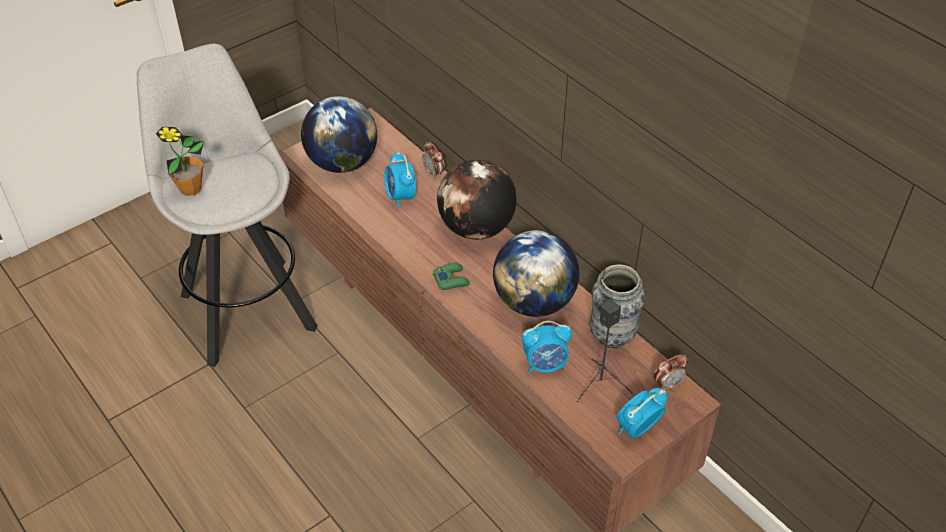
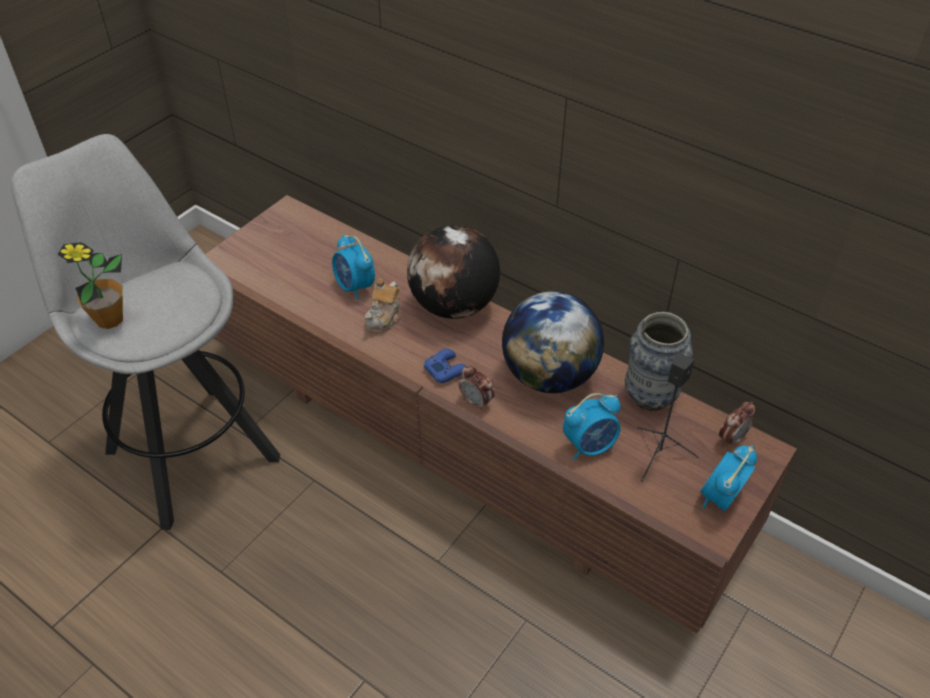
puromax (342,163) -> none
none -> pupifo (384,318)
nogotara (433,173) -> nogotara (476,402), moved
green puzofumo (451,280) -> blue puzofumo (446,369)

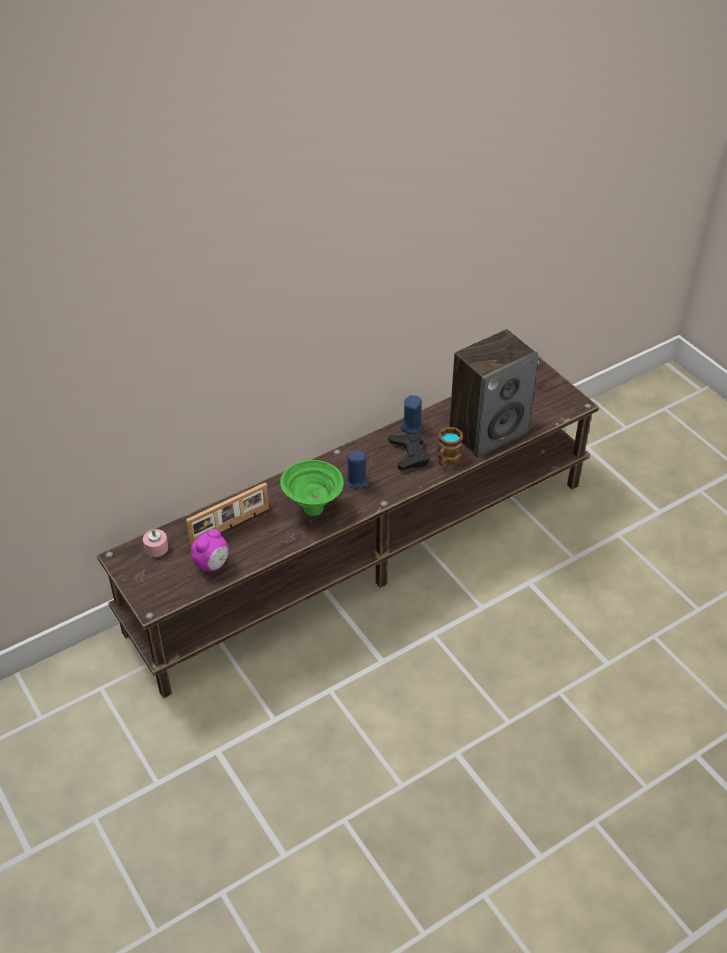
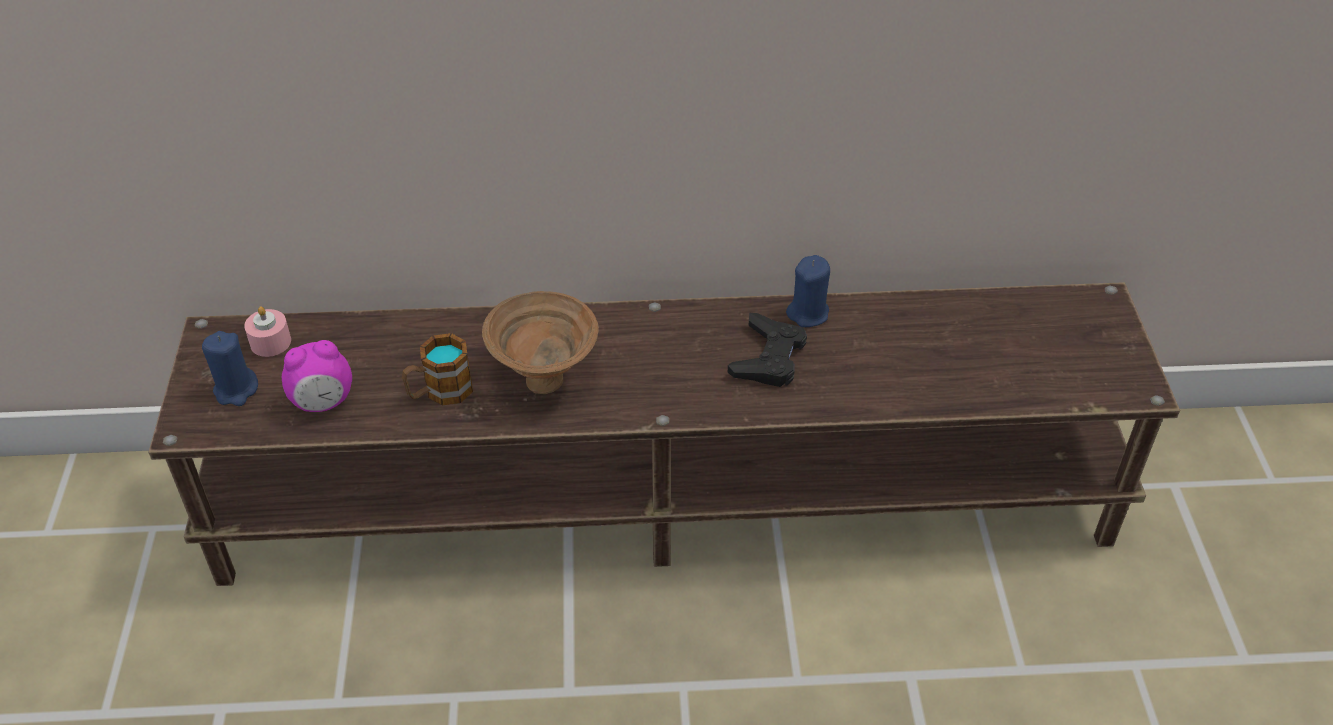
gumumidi (230,527) -> none
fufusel (488,431) -> none
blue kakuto (357,481) -> blue kakuto (236,390), moved
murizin (447,459) -> murizin (439,392), moved
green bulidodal (312,508) -> brown bulidodal (543,379)

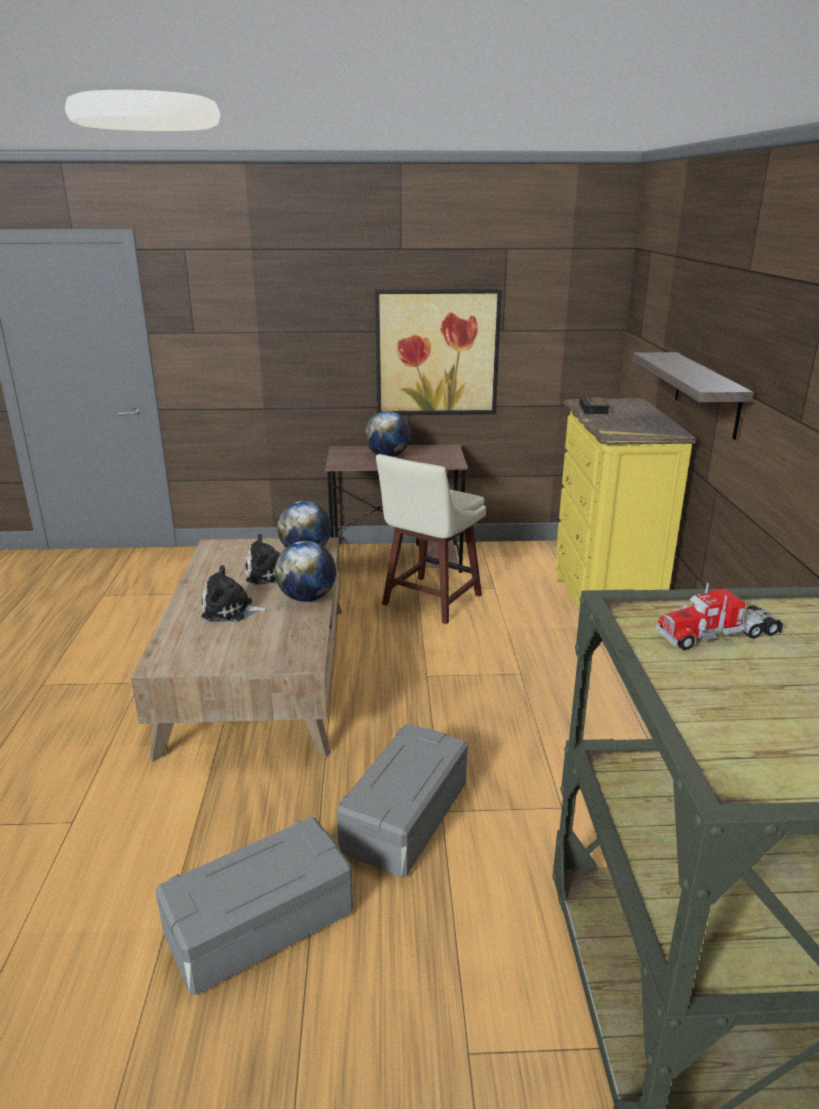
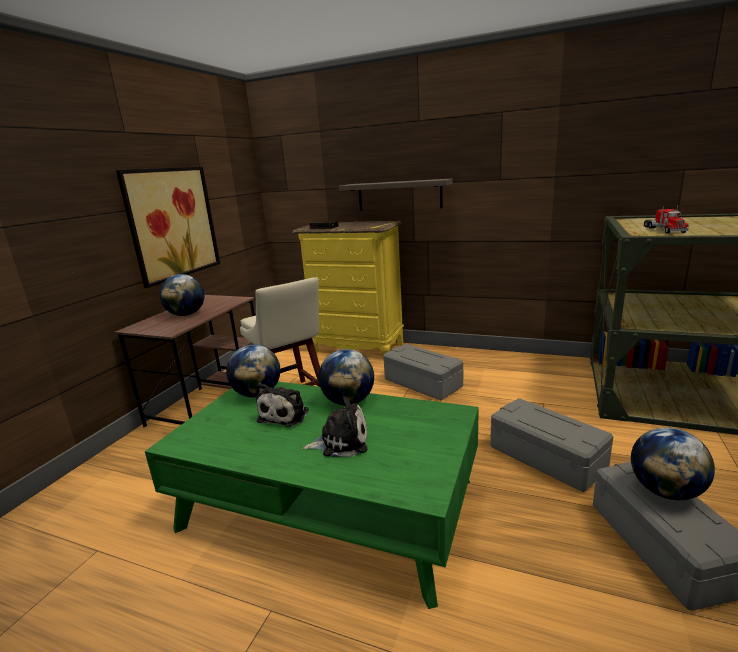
none -> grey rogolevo (422,383)
none -> puromax (665,491)
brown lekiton (259,675) -> green lekiton (328,505)
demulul (231,611) -> demulul (341,441), 120 degrees counterclockwise

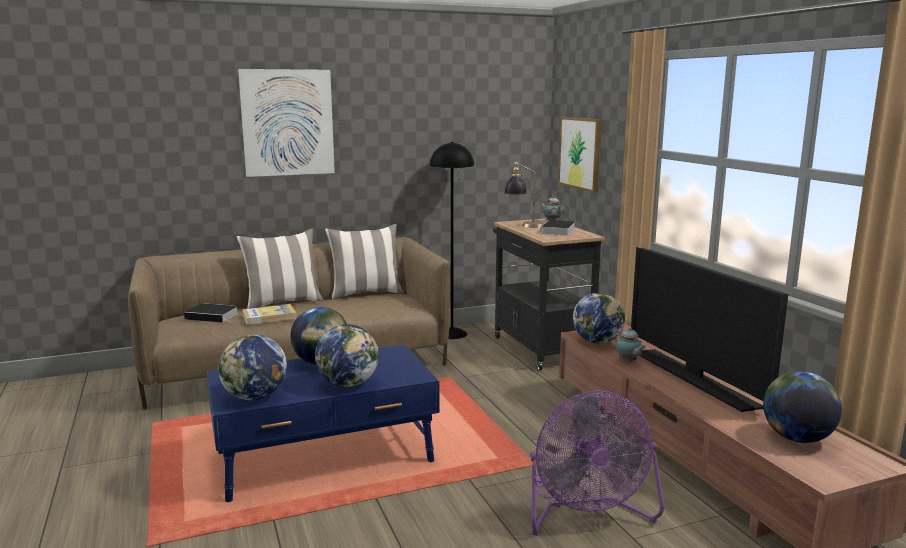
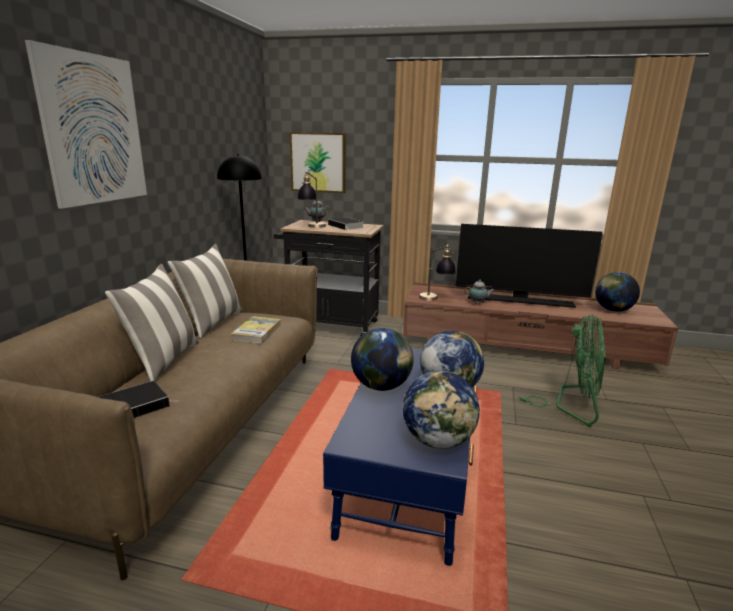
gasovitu (269,317) -> gasovitu (257,332), moved
puromax (597,342) -> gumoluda (435,299)
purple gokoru (582,513) -> green gokoru (571,402)

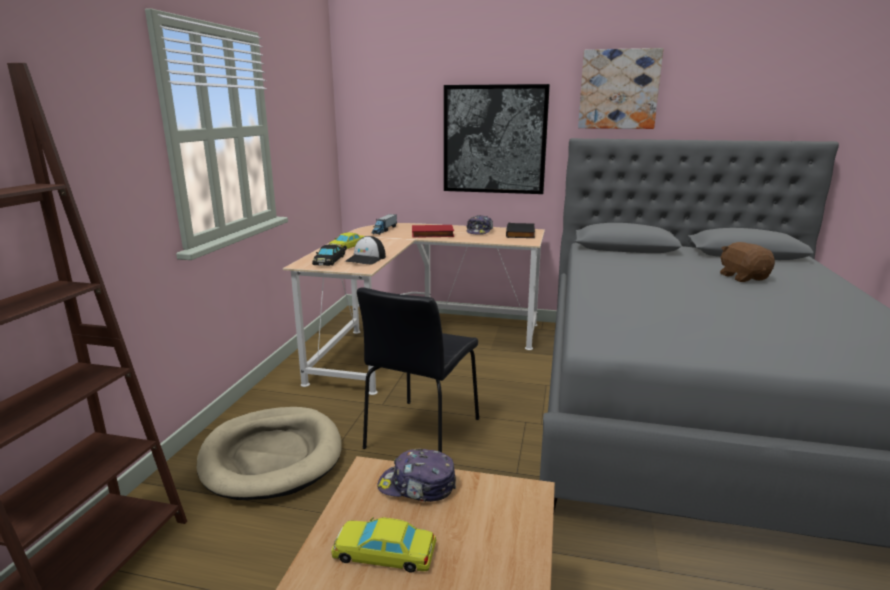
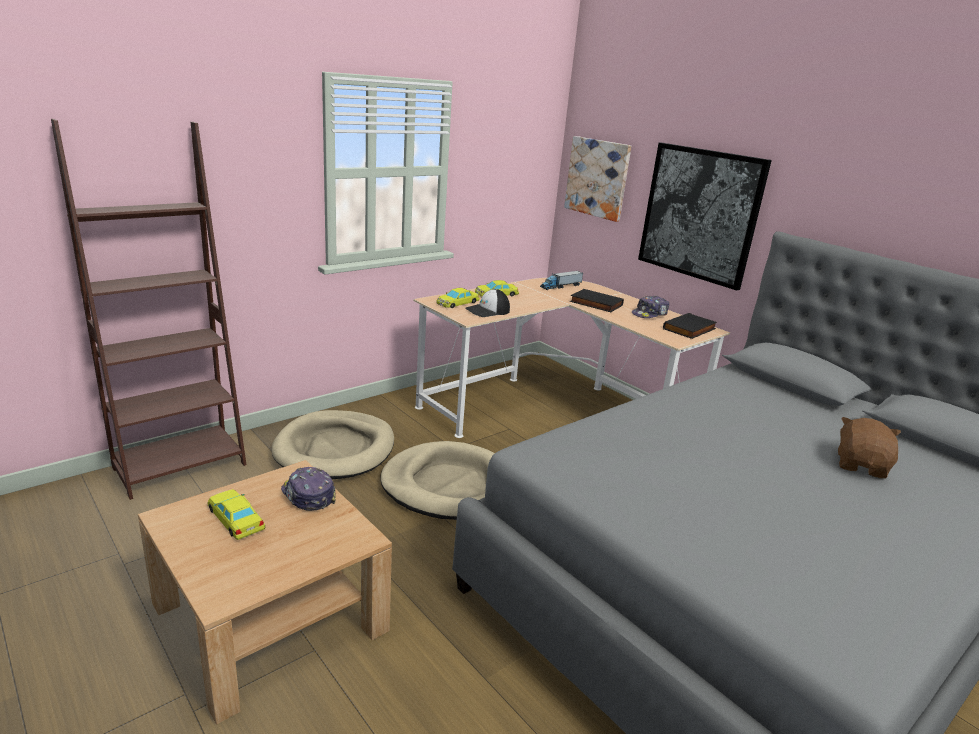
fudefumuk (618,89) -> fudefumuk (597,178), moved
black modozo (421,435) -> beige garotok (449,485)
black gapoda (329,260) -> yellow gapoda (457,303)
red gasovitu (432,234) -> black gasovitu (595,304)

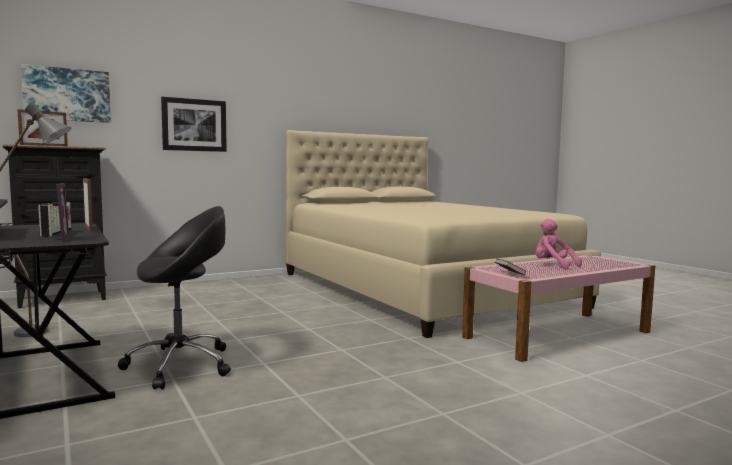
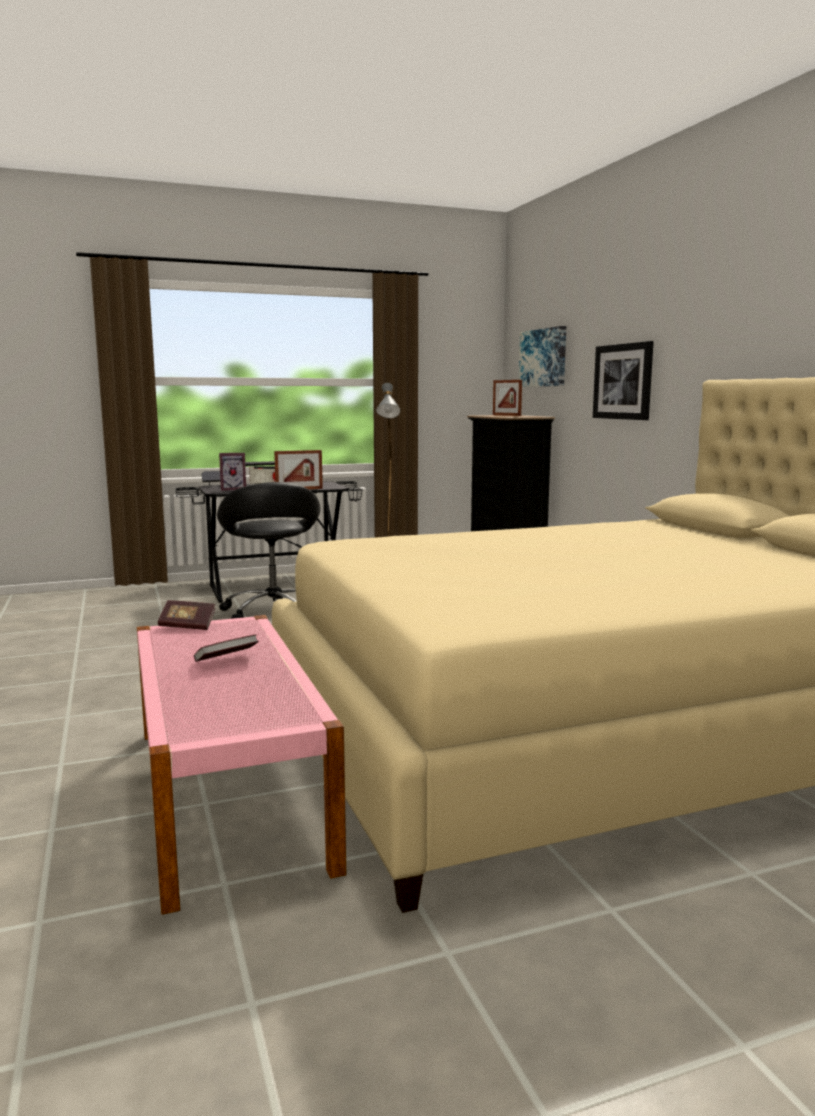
pink demulul (553,265) -> gasovitu (226,660)

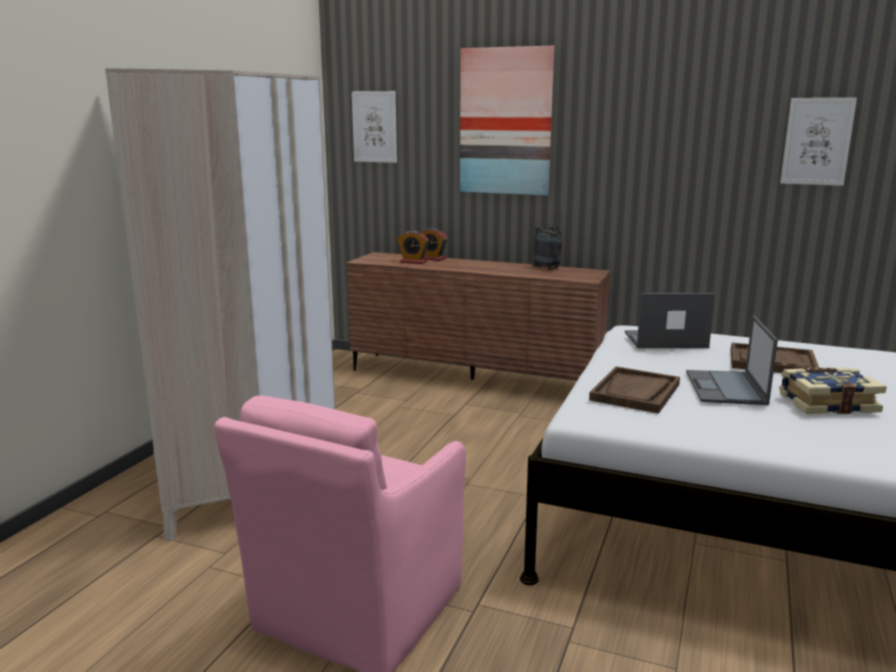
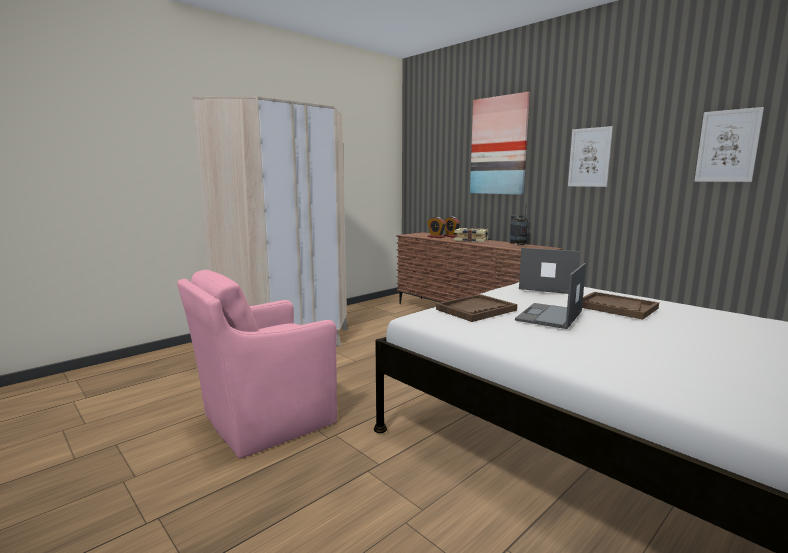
fudefumuk (374,127) -> fudefumuk (589,157), moved
gasovitu (827,403) -> gasovitu (471,240), moved

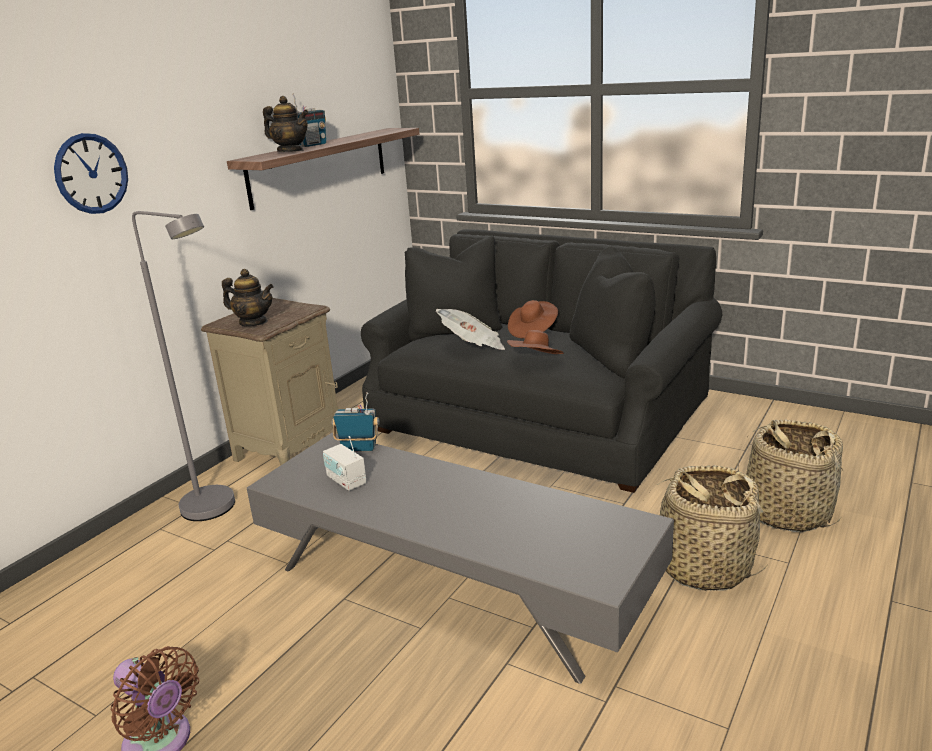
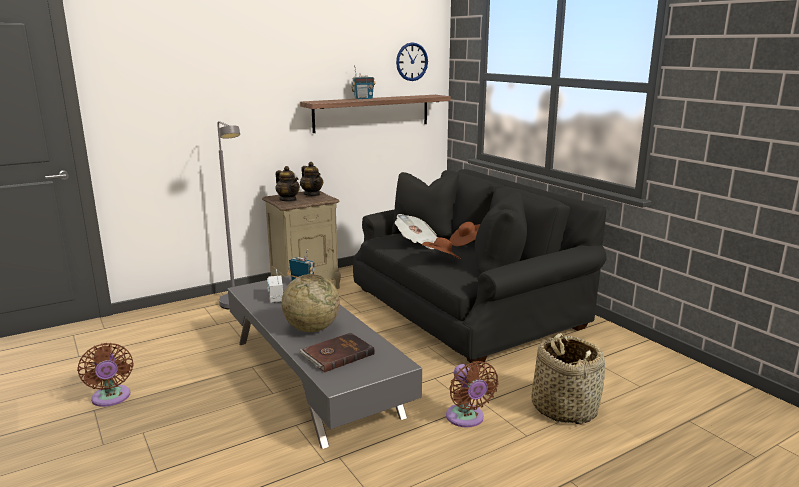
none -> puromax (311,329)
none -> brown gasovitu (337,354)
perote (91,174) -> perote (411,61), moved
pupifo (290,151) -> pupifo (312,194), moved
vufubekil (703,567) -> brown gokoru (466,418)

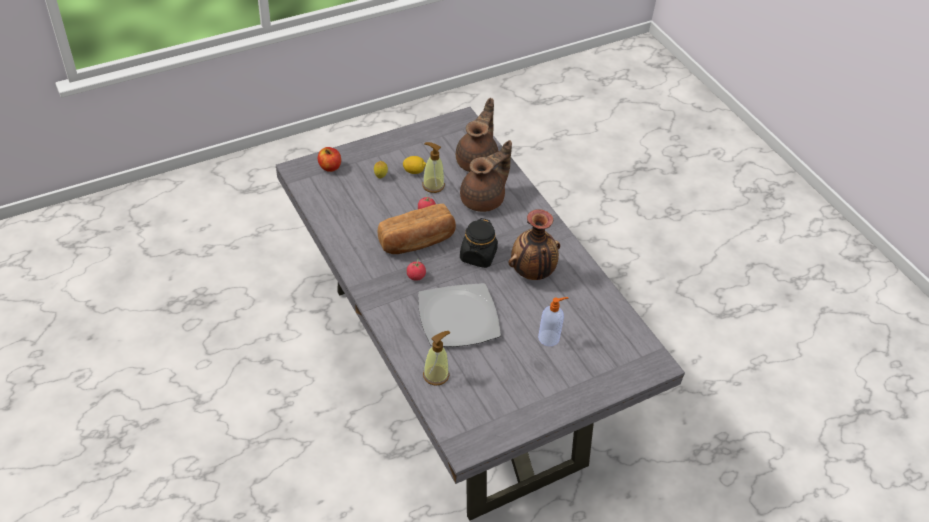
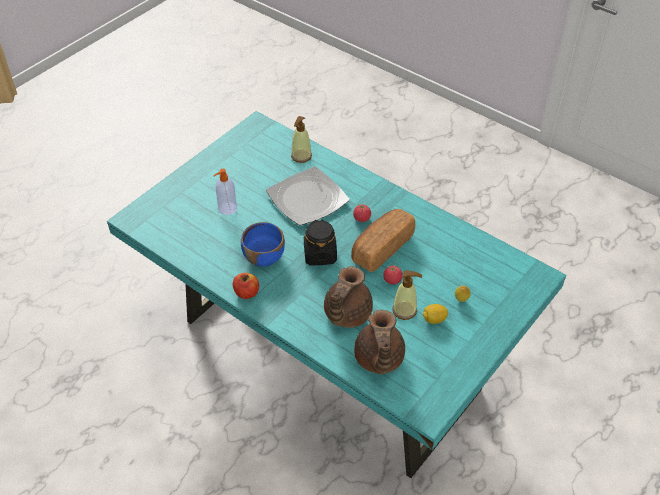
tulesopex (330,167) -> tulesopex (246,293), moved
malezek (532,272) -> blue bulidodal (264,257)
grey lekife (457,375) -> turquoise lekife (327,354)

